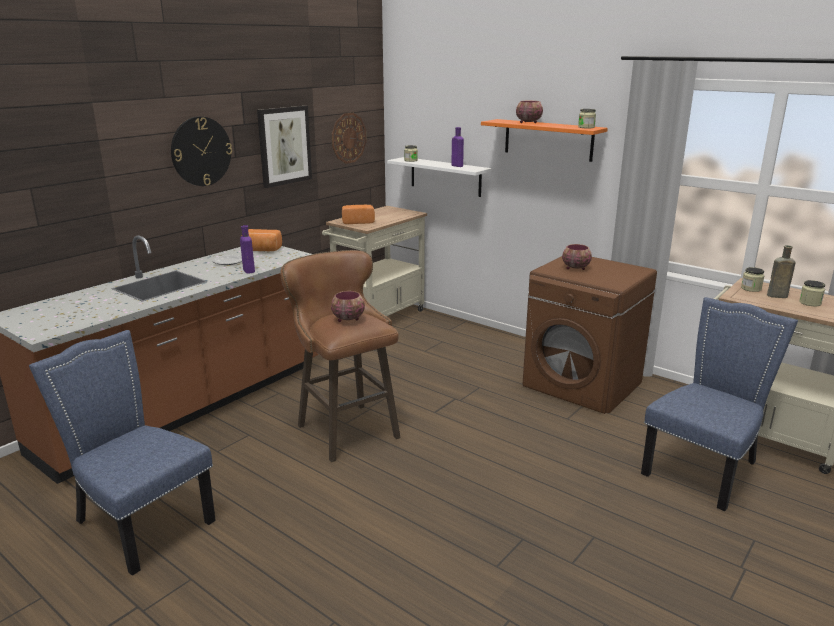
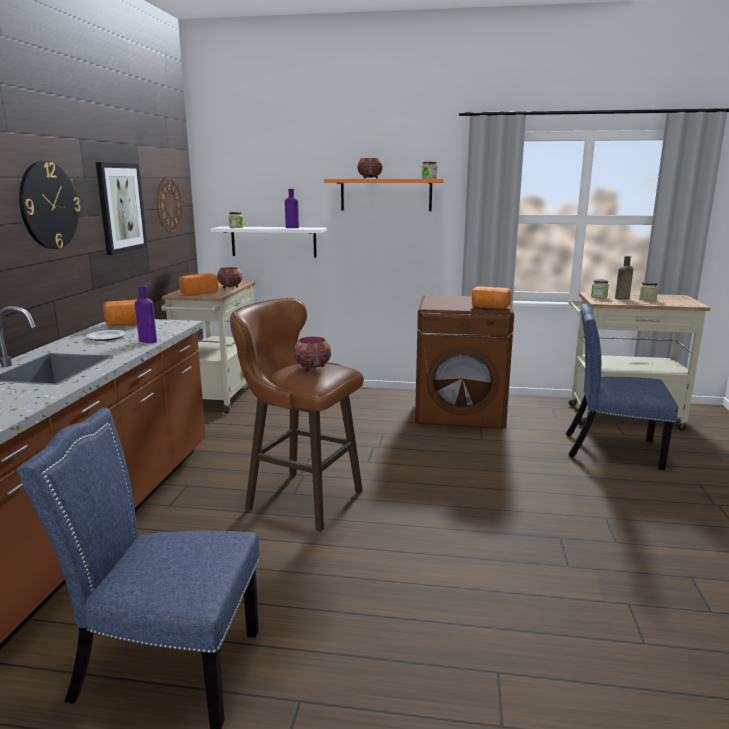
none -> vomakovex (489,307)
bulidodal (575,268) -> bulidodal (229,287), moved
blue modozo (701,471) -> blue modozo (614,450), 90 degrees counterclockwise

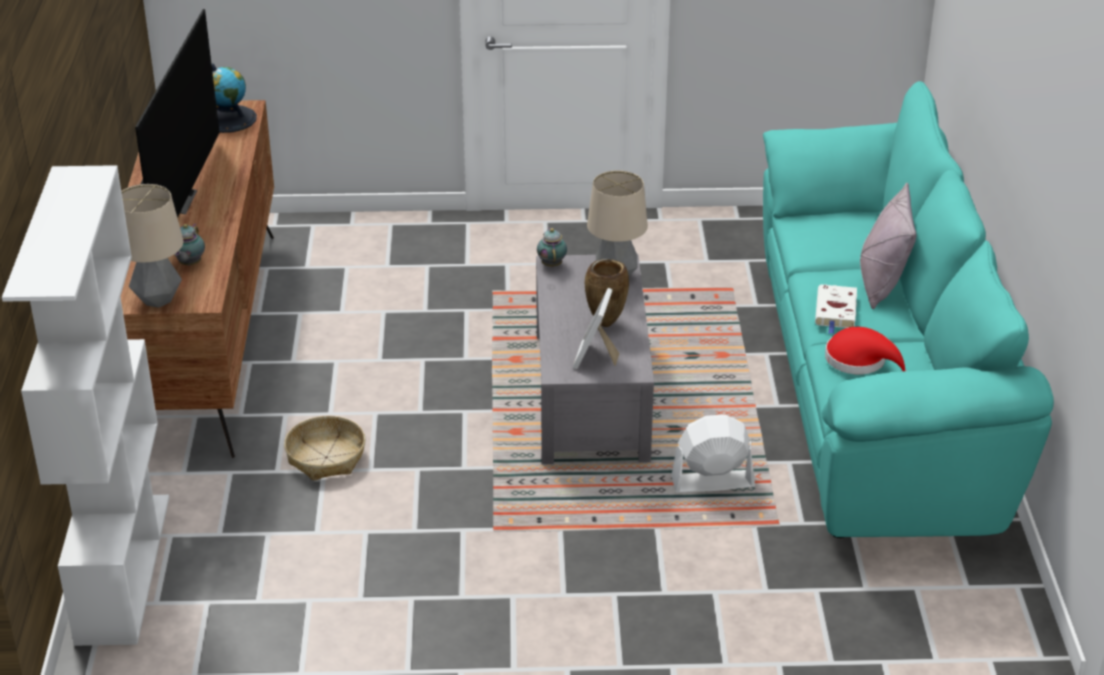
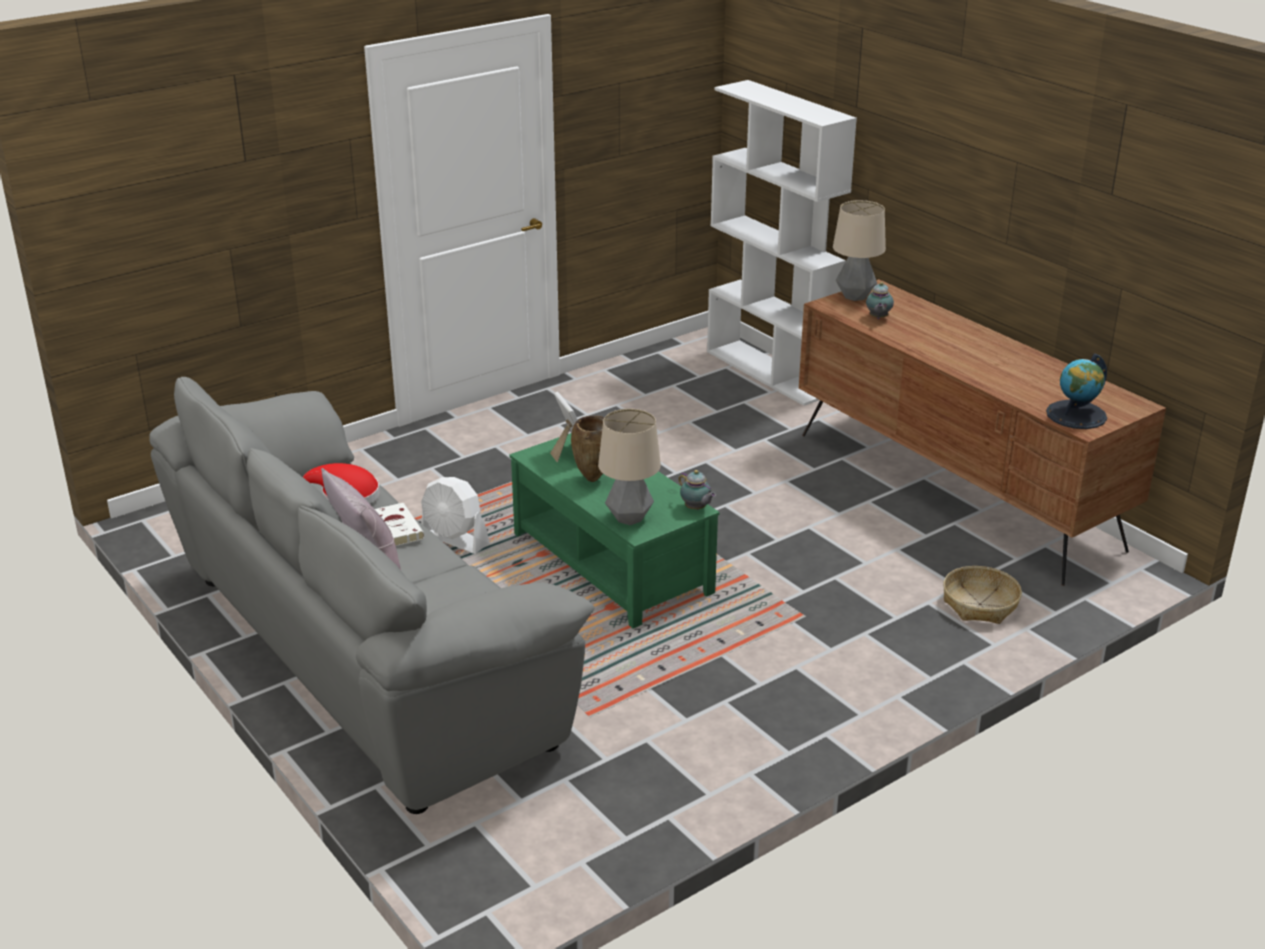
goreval (176,201) -> none
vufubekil (326,457) -> vufubekil (979,604), moved
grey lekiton (593,397) -> green lekiton (610,563)
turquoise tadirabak (874,395) -> grey tadirabak (366,659)
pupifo (189,264) -> pupifo (878,318), 150 degrees counterclockwise
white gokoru (712,482) -> white gokoru (454,539), 75 degrees clockwise

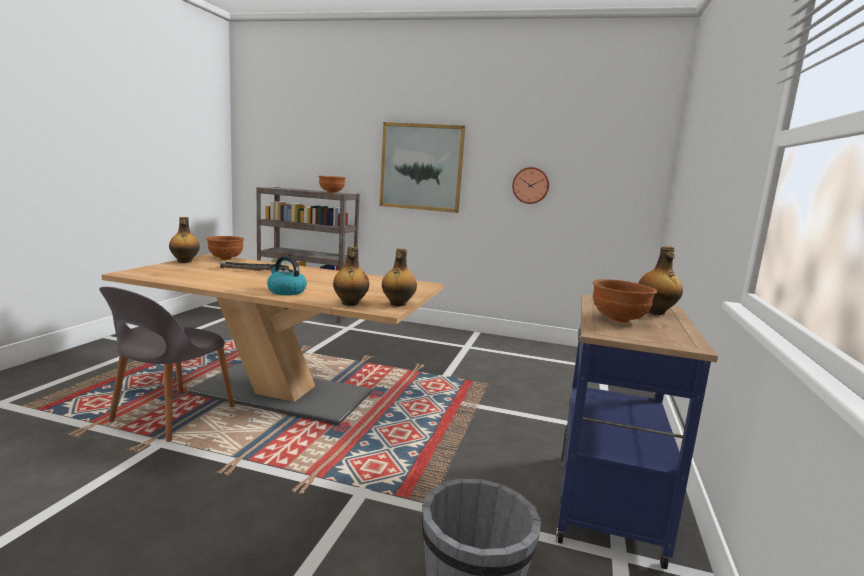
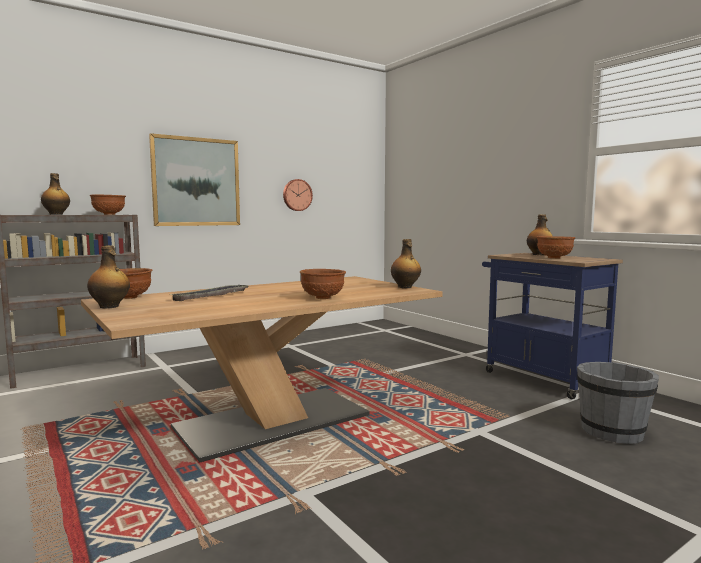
grey modozo (171,415) -> none
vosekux (350,303) -> vosekux (56,214), moved
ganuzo (286,291) -> brown bulidodal (323,298)

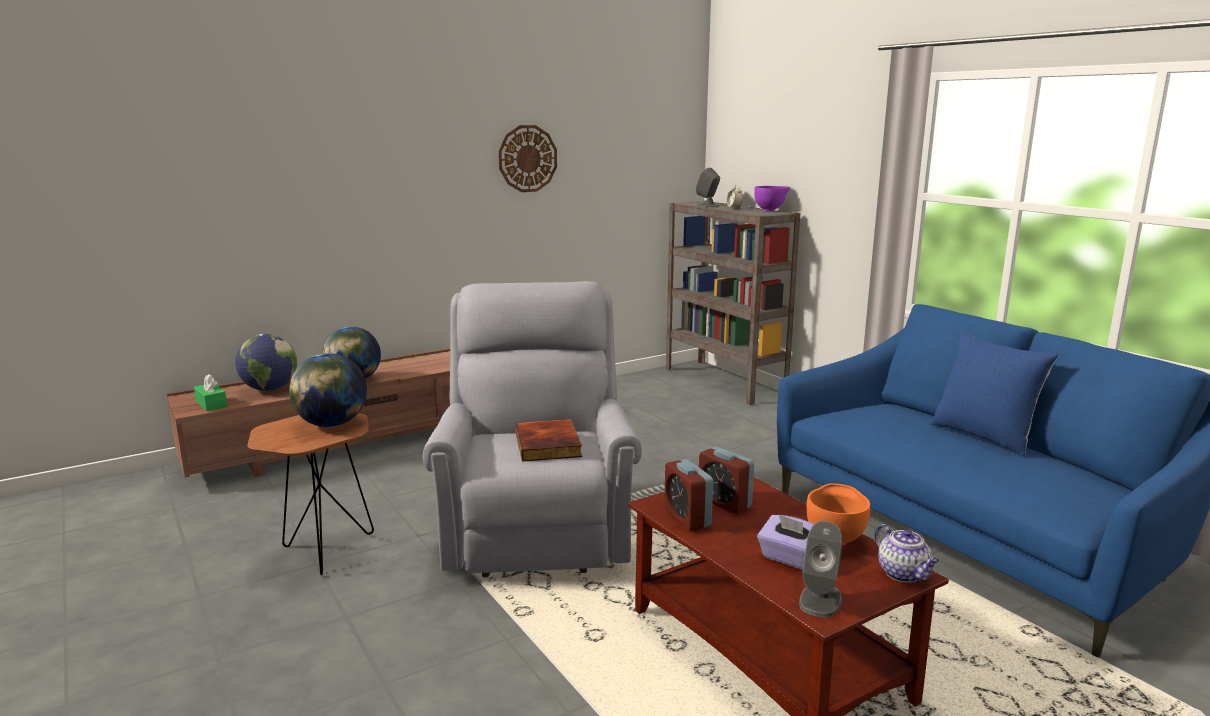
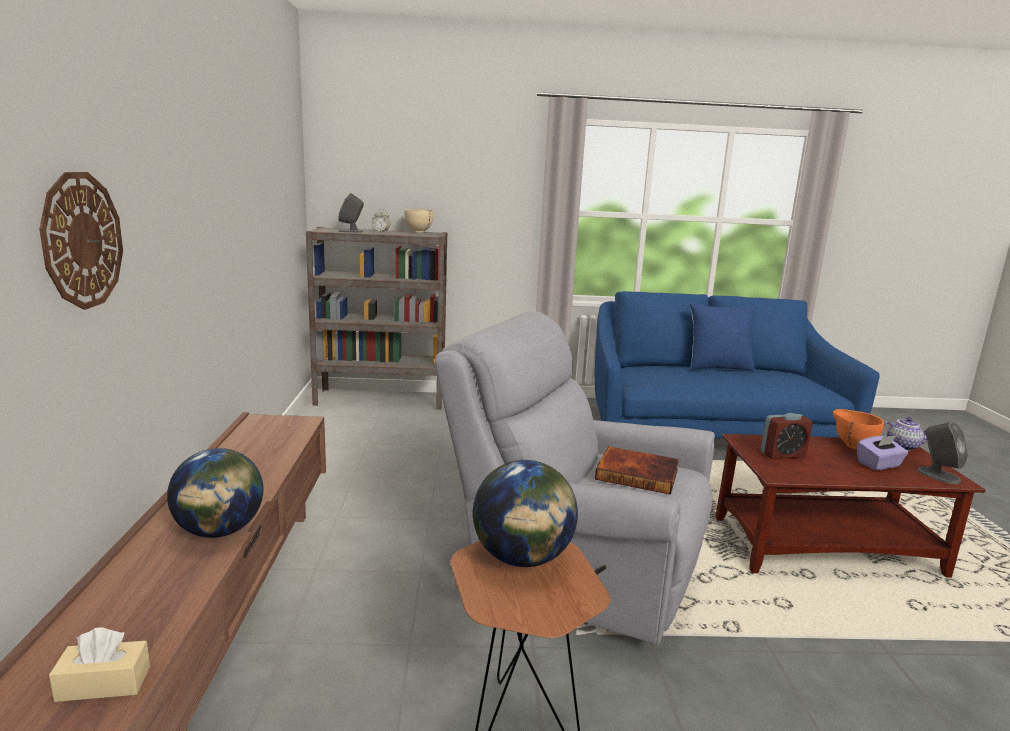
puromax (269,389) -> none
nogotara (687,518) -> none
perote (527,158) -> perote (82,240), moved
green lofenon (211,404) -> beige lofenon (103,683)
purple bulidodal (771,210) -> beige bulidodal (419,232)

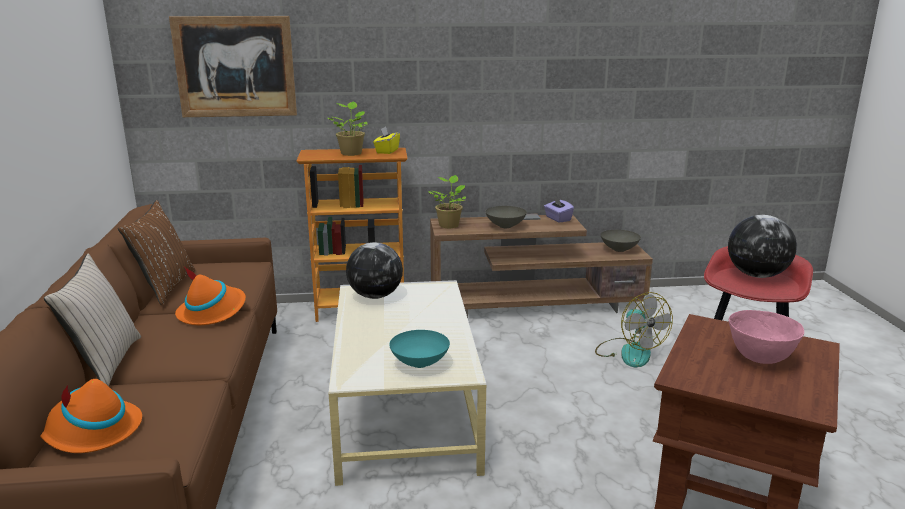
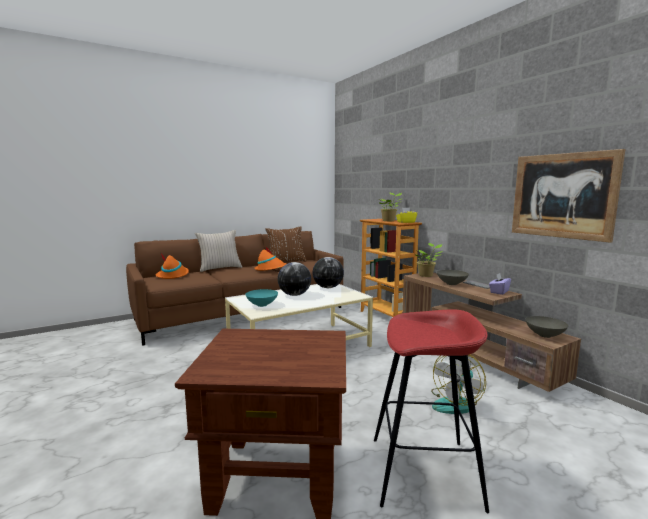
pink bulidodal (760,358) -> none
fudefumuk (235,67) -> fudefumuk (562,195), moved
puromax (756,275) -> puromax (294,295), moved

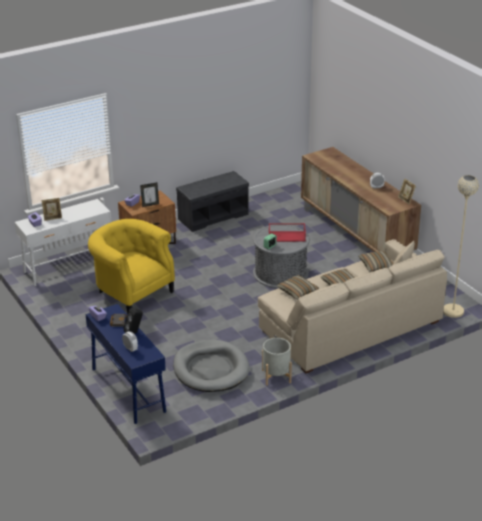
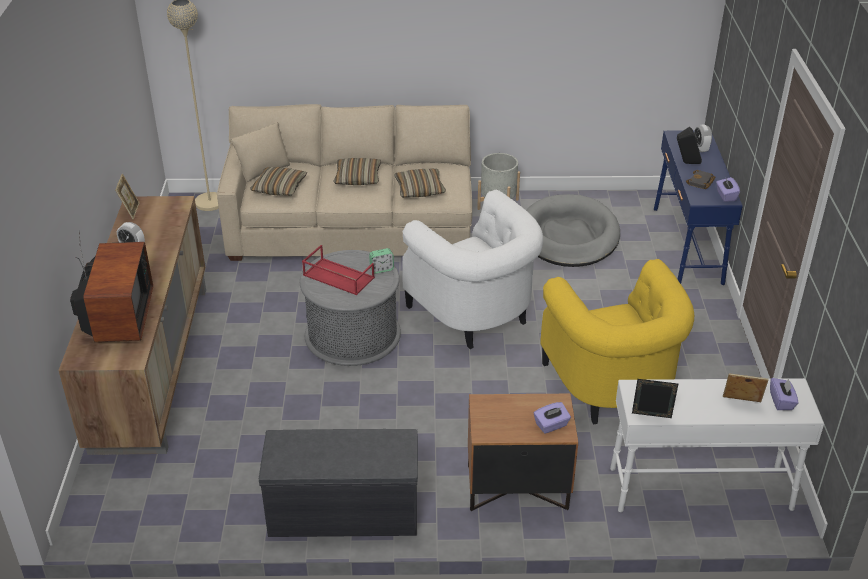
none -> goreval (118,319)
none -> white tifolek (473,314)
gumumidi (150,205) -> gumumidi (651,418), moved

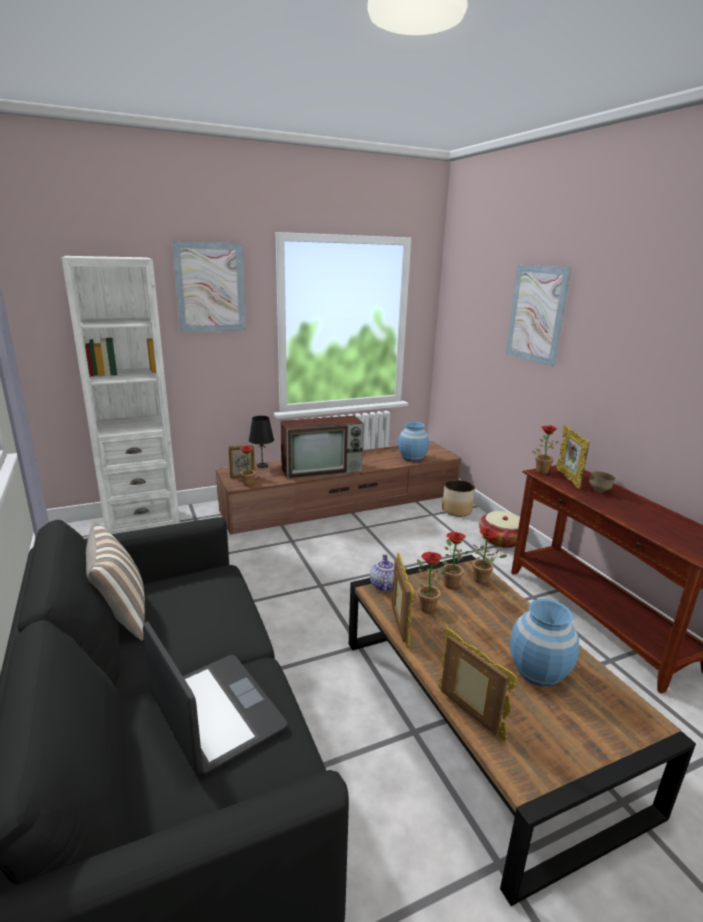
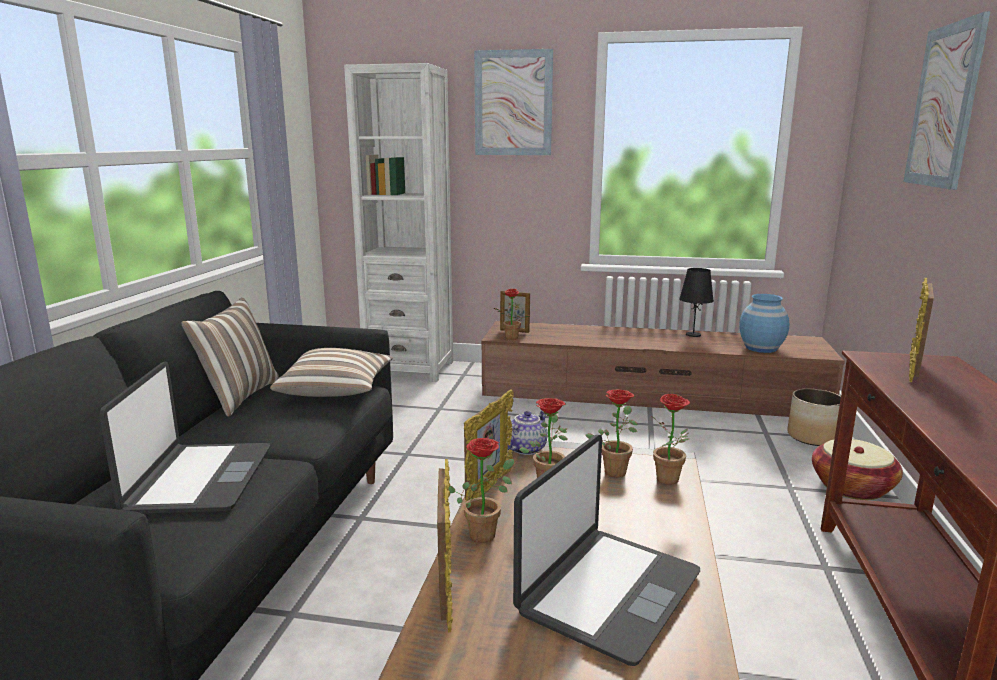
goreval (323,469) -> none
brown bulidodal (599,491) -> none
none -> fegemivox (337,391)
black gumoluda (262,465) -> black gumoluda (693,335), moved
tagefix (540,470) -> tagefix (485,532), moved
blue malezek (538,671) -> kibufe (607,592)

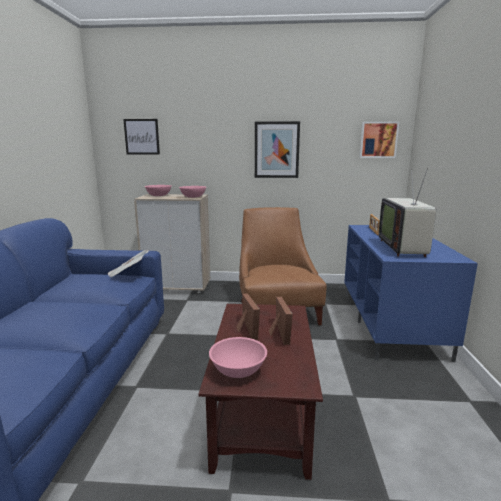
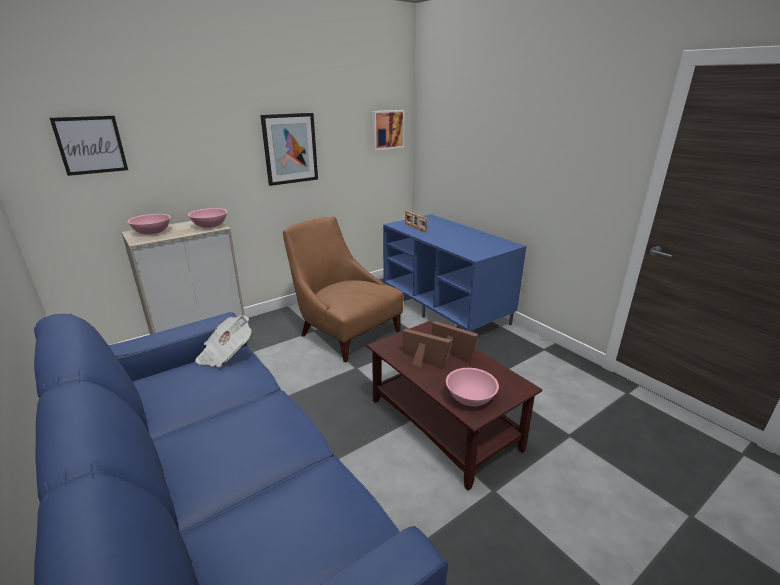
goreval (404,248) -> none

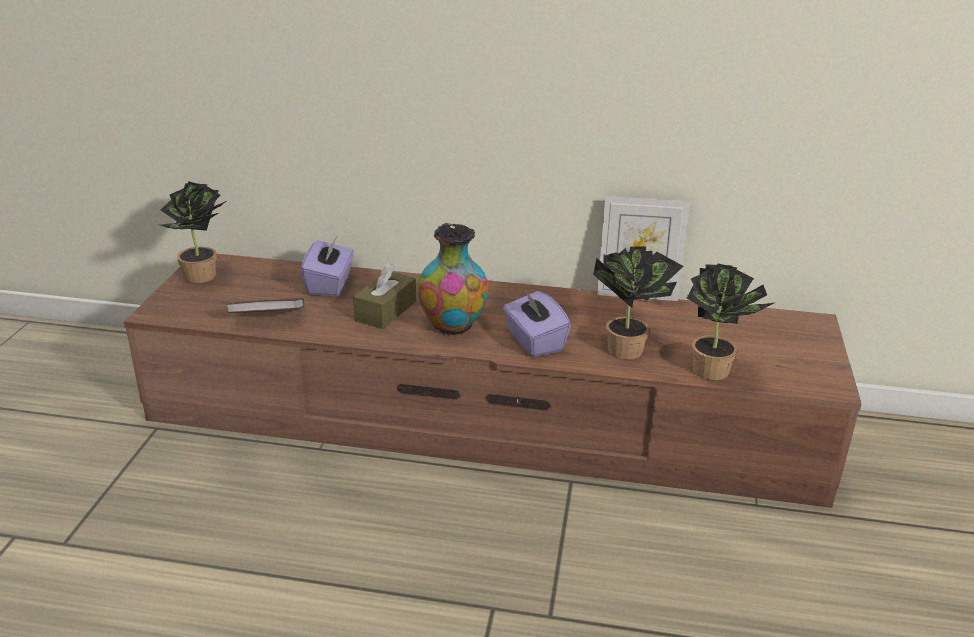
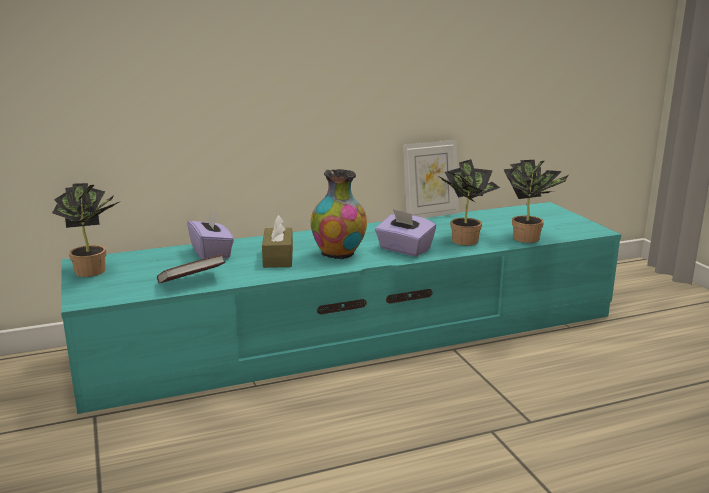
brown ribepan (485,415) -> turquoise ribepan (353,331)

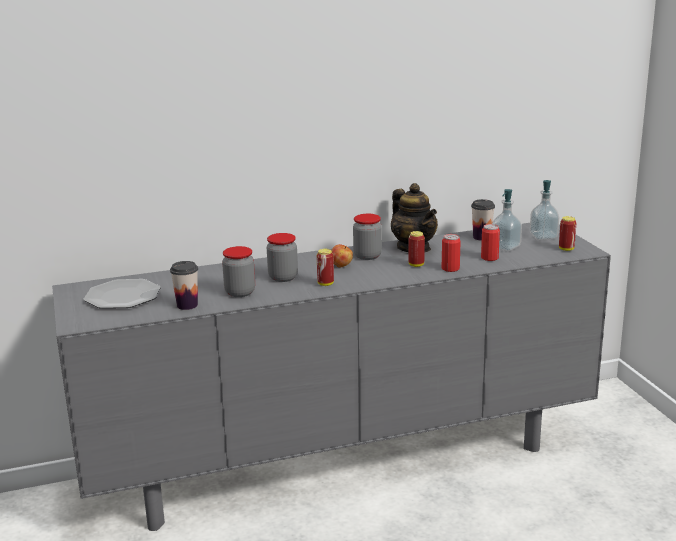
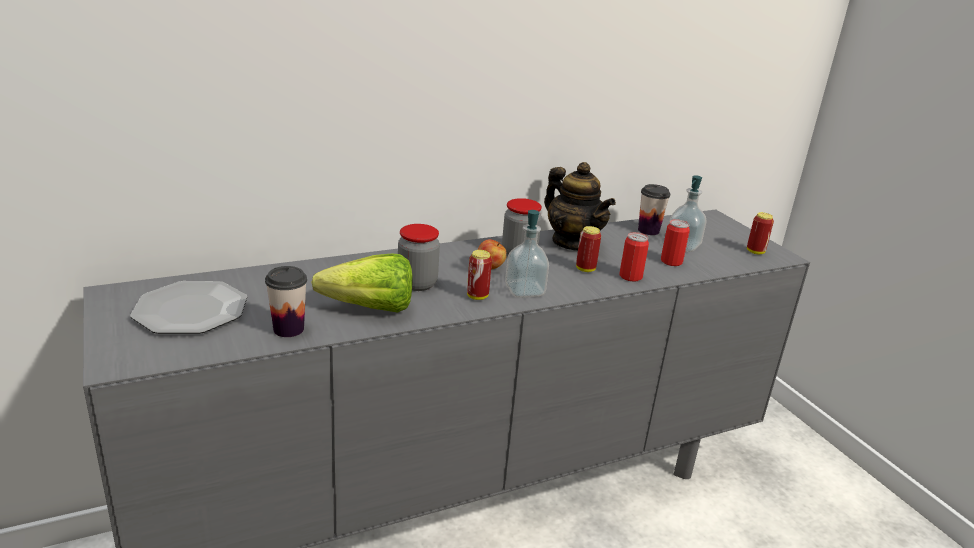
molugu (543,236) -> molugu (524,291), moved
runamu (240,292) -> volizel (362,308)

